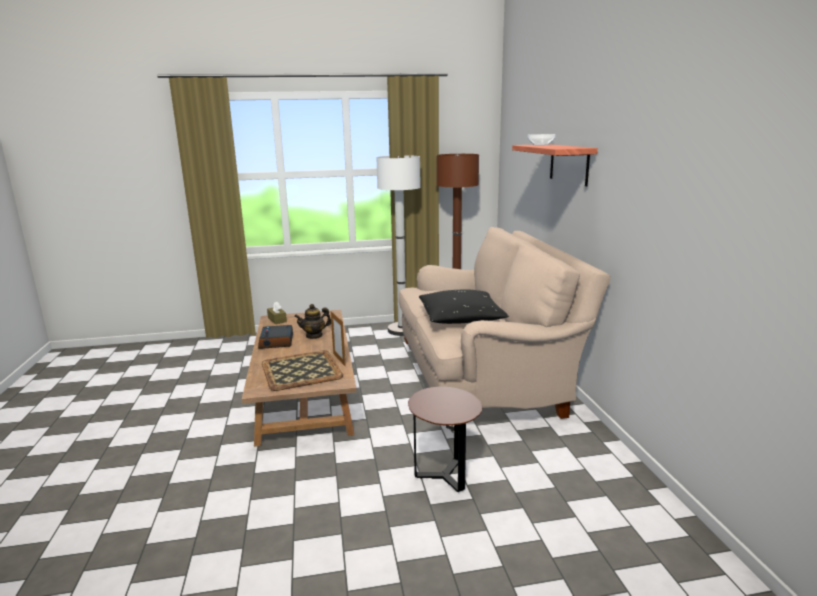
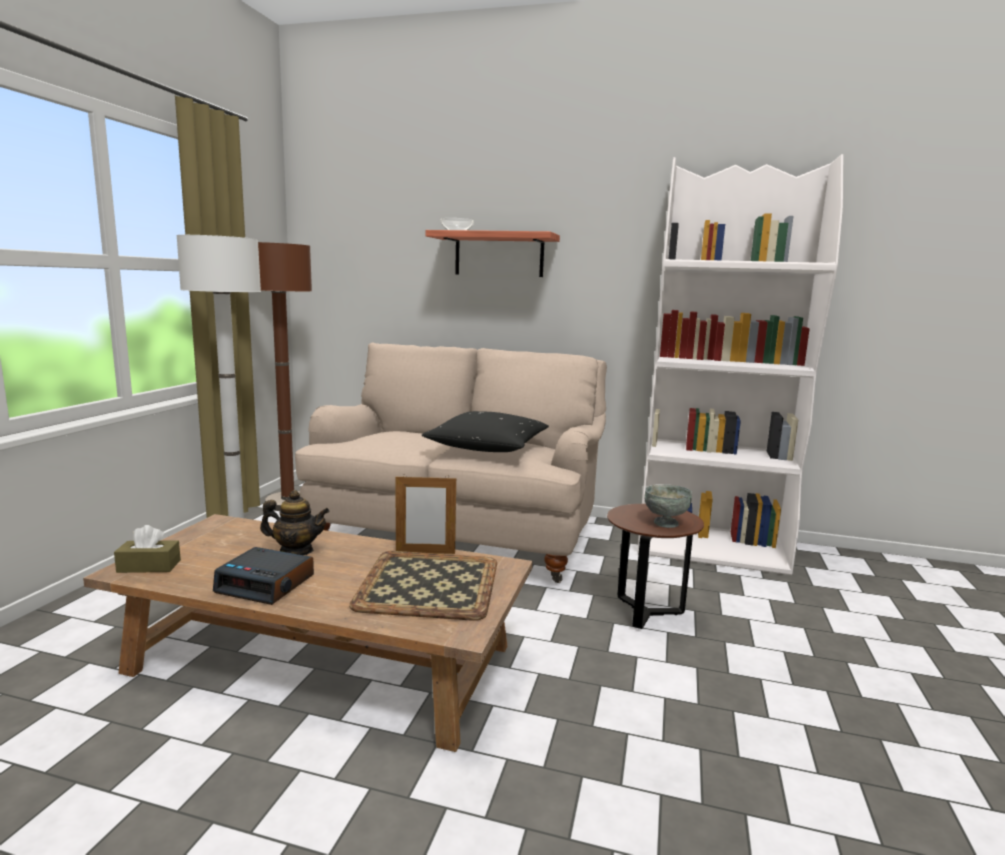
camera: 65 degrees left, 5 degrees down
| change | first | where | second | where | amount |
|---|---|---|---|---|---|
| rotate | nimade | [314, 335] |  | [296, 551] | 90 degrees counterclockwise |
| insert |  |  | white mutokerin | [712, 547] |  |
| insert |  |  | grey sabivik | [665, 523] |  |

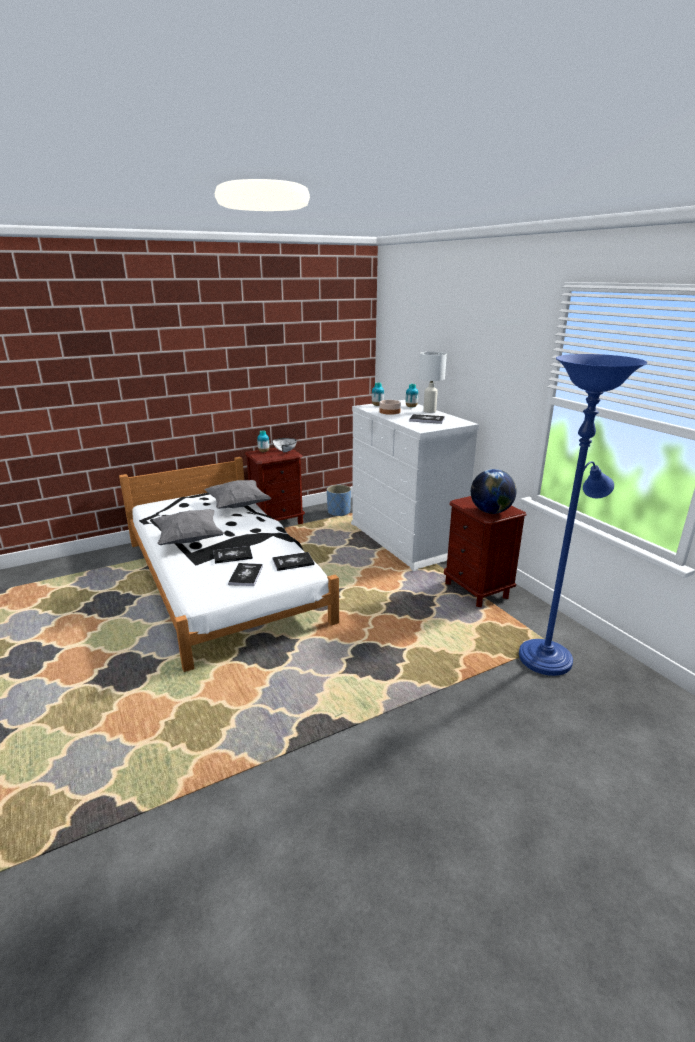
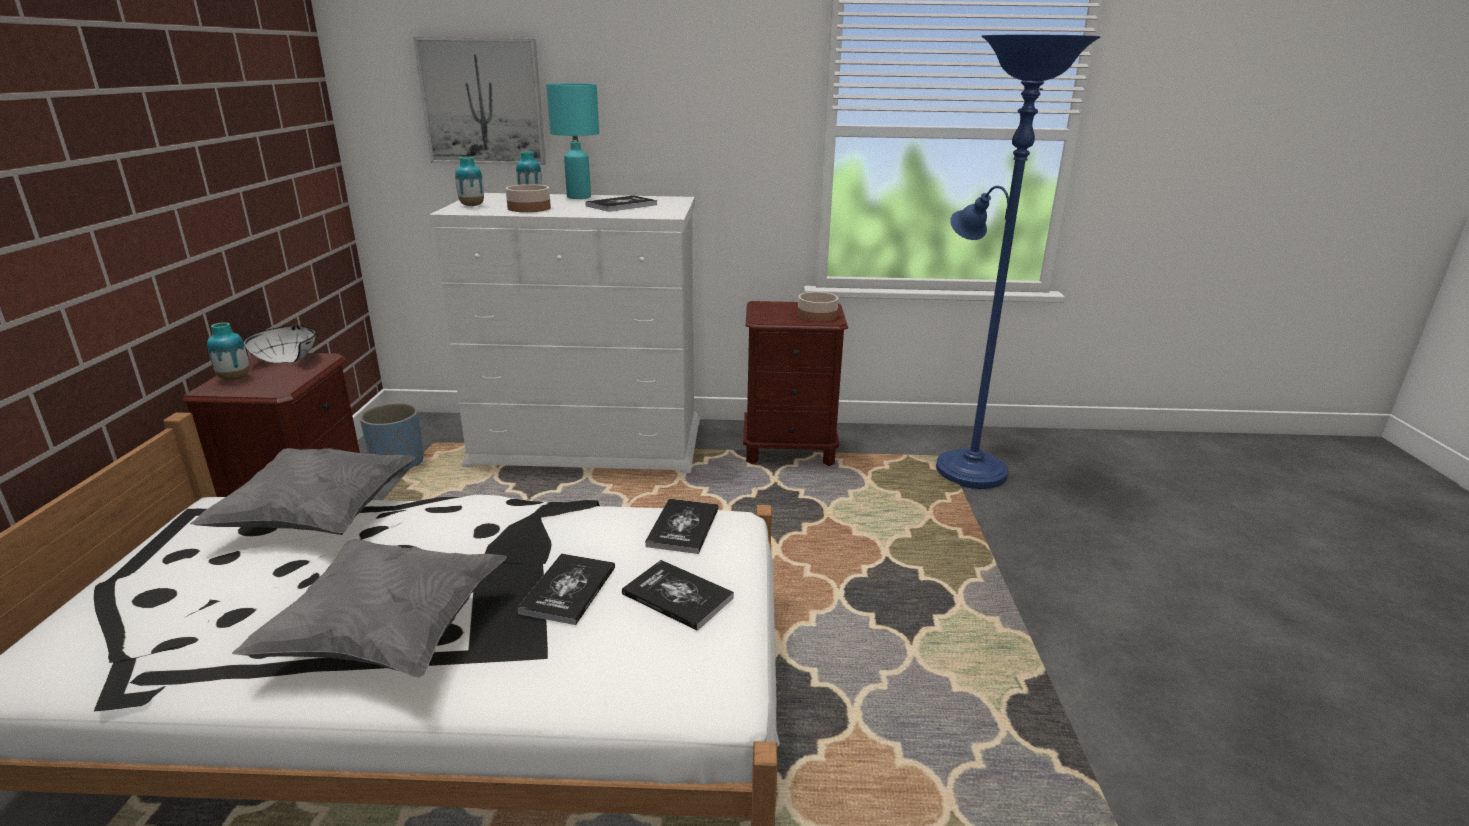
camera: 60 degrees left, 0 degrees up
| change | first | where | second | where | amount |
|---|---|---|---|---|---|
| recolor | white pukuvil | [429, 411] | turquoise pukuvil | [578, 197] |  |
| replace | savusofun | [490, 512] | sabivik | [817, 315] |  |
| insert |  |  | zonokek | [483, 102] |  |

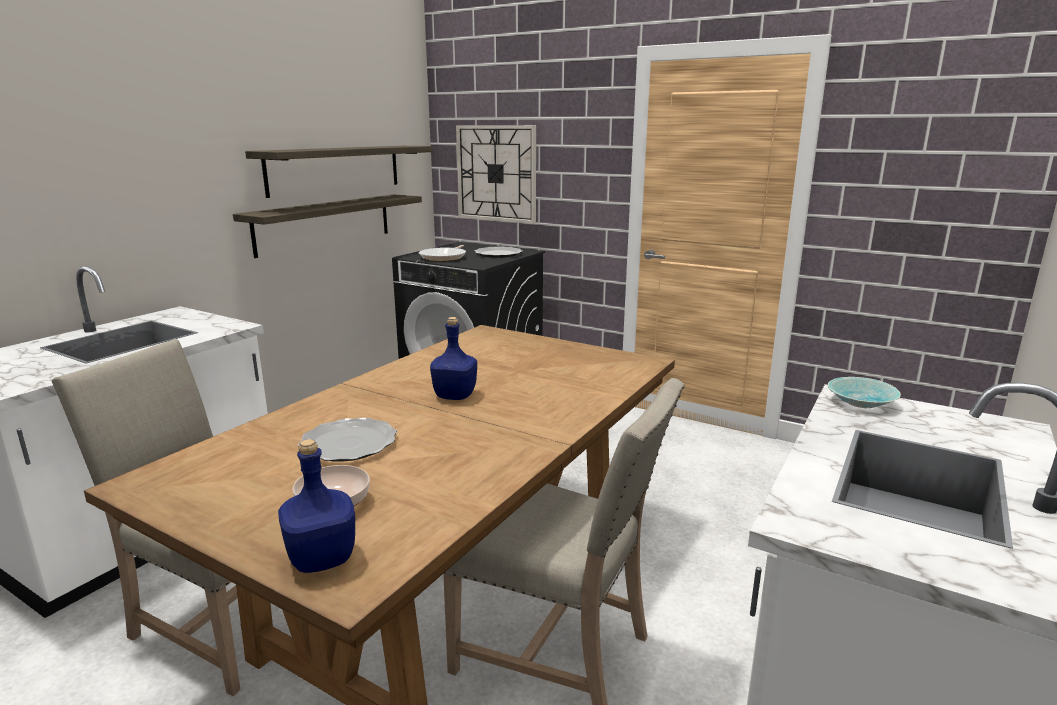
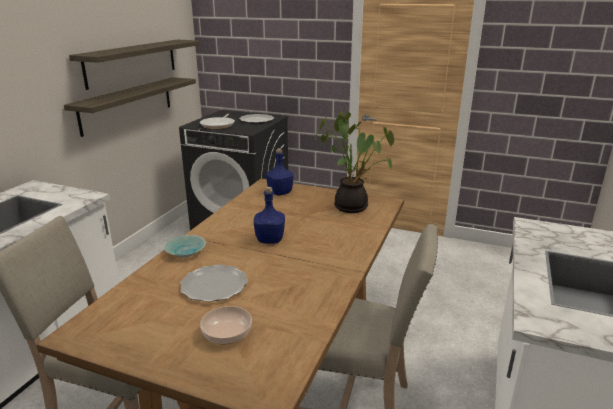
camera: 10 degrees left, 5 degrees up
| change | first | where | second | where | amount |
|---|---|---|---|---|---|
| delete | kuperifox | [496, 173] |  |  |  |
| move | turquoise sabivik | [862, 403] |  | [186, 253] |  |
| move | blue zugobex | [321, 558] |  | [279, 192] |  |
| insert |  |  | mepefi | [352, 206] |  |

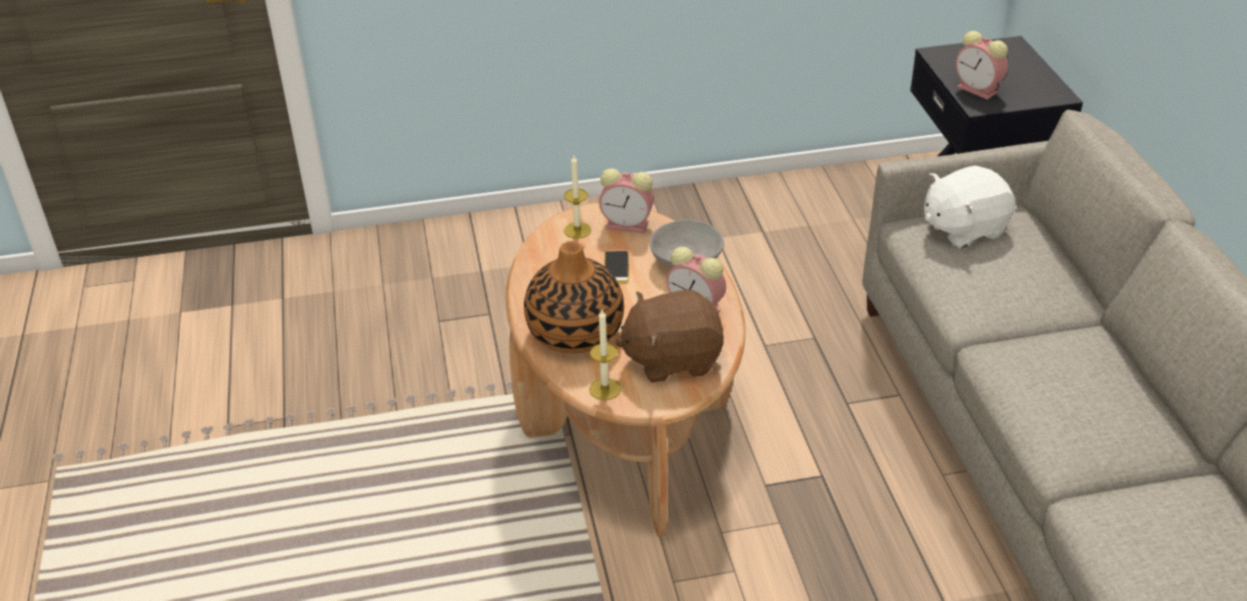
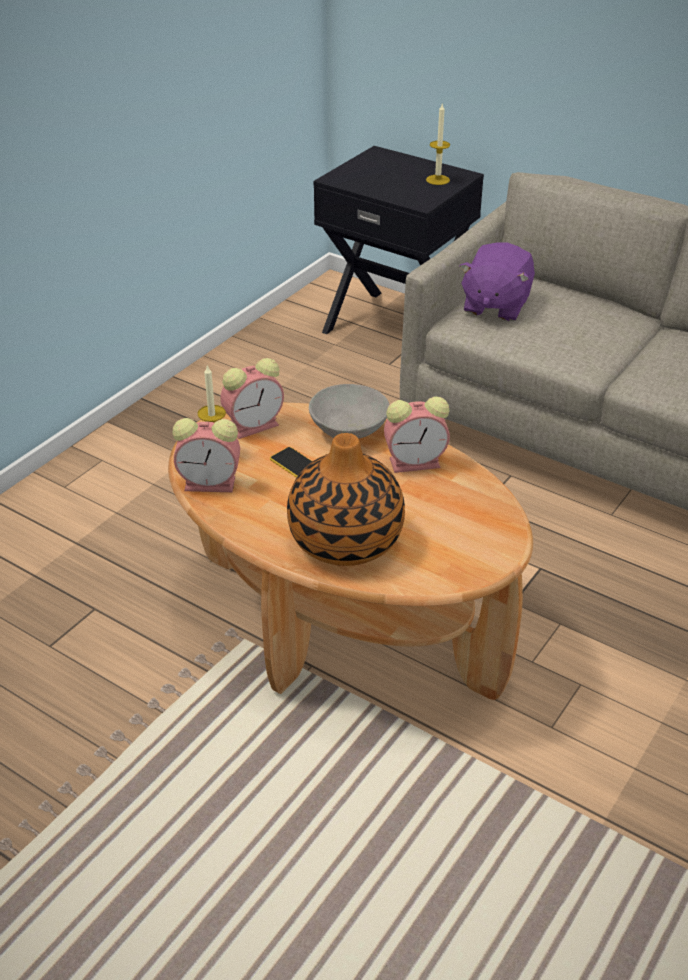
camera: 45 degrees left, 0 degrees up
| change | first | where | second | where | amount |
|---|---|---|---|---|---|
| move | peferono | [979, 90] |  | [212, 483] |  |
| recolor | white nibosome | [963, 229] | purple nibosome | [495, 306] |  |
| delete | brown nibosome | [672, 359] |  |  |  |
| move | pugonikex | [605, 389] |  | [437, 180] |  |

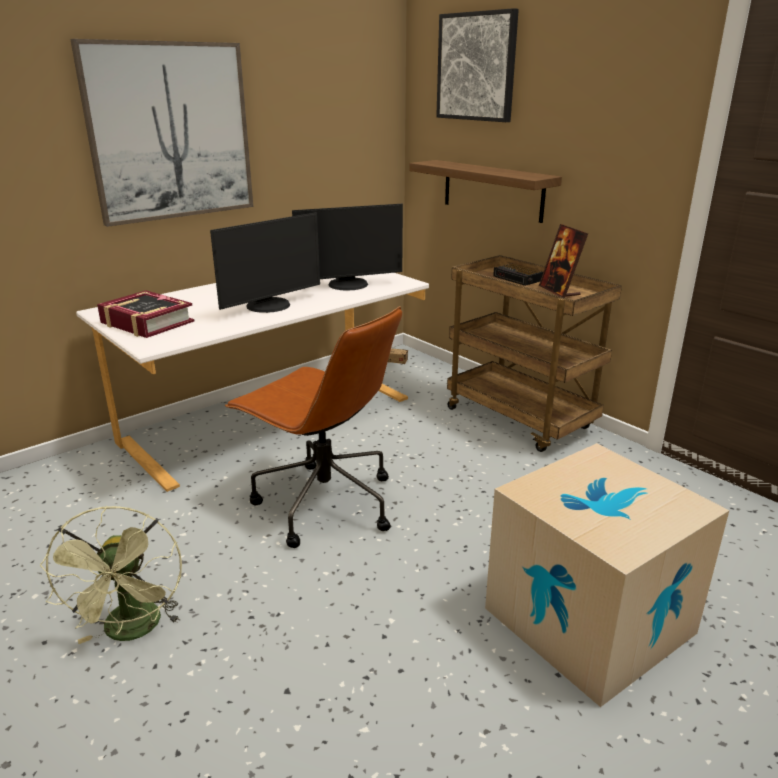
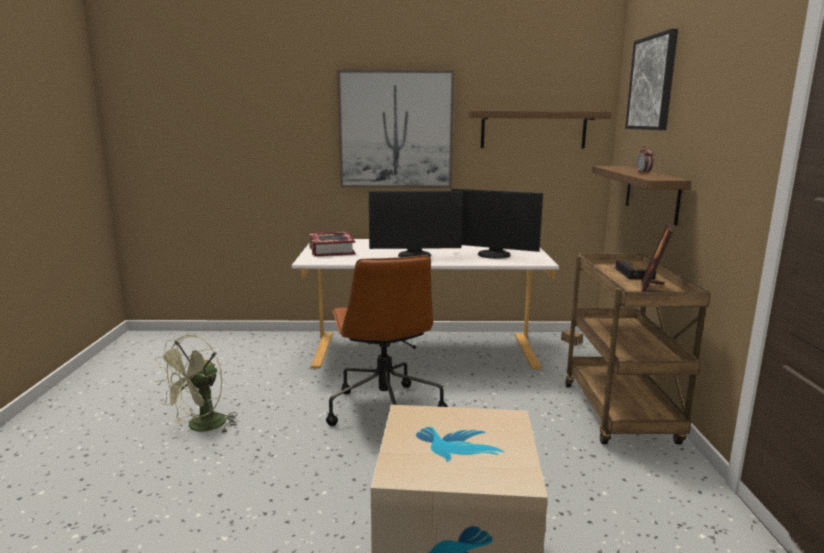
camera: 40 degrees right, 10 degrees down
| change | first | where | second | where | amount |
|---|---|---|---|---|---|
| insert |  |  | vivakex | [533, 129] |  |
| insert |  |  | peferono | [643, 173] |  |

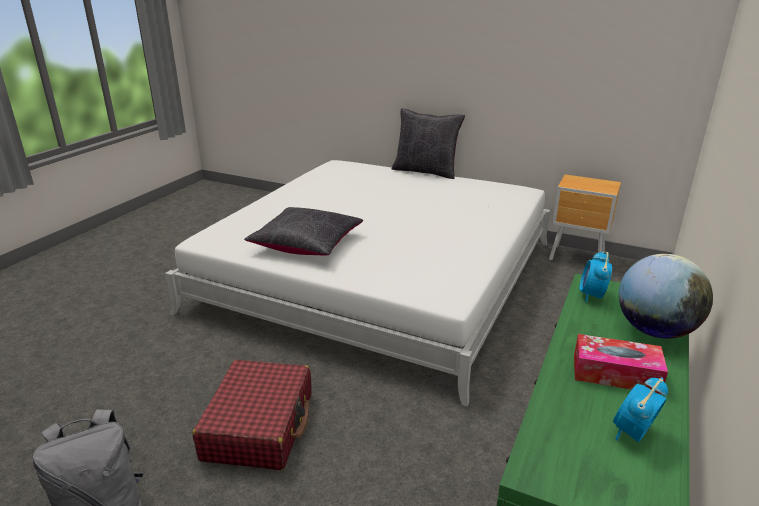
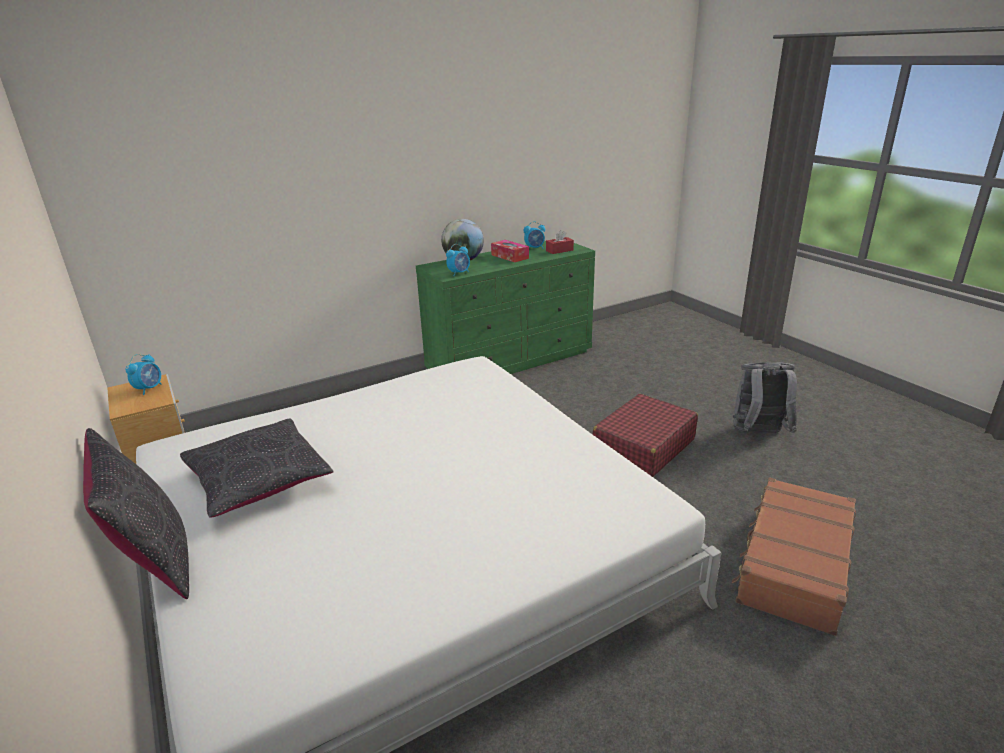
camera: 145 degrees left, 0 degrees up
| change | first | where | second | where | amount |
|---|---|---|---|---|---|
| move | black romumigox | [306, 244] |  | [259, 481] |  |
| insert |  |  | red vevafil | [559, 250] |  |
| insert |  |  | peferono | [149, 388] |  |
| insert |  |  | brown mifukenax | [793, 564] |  |

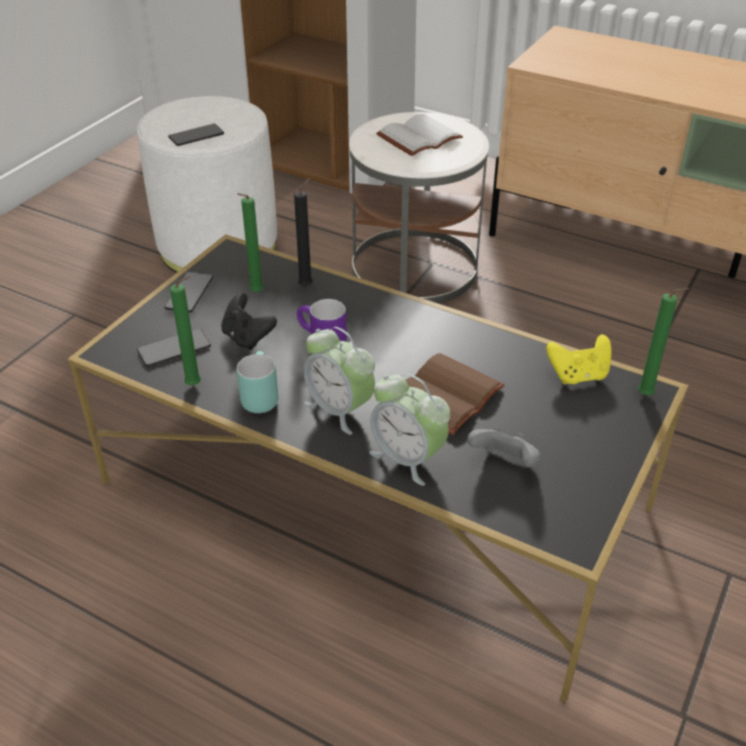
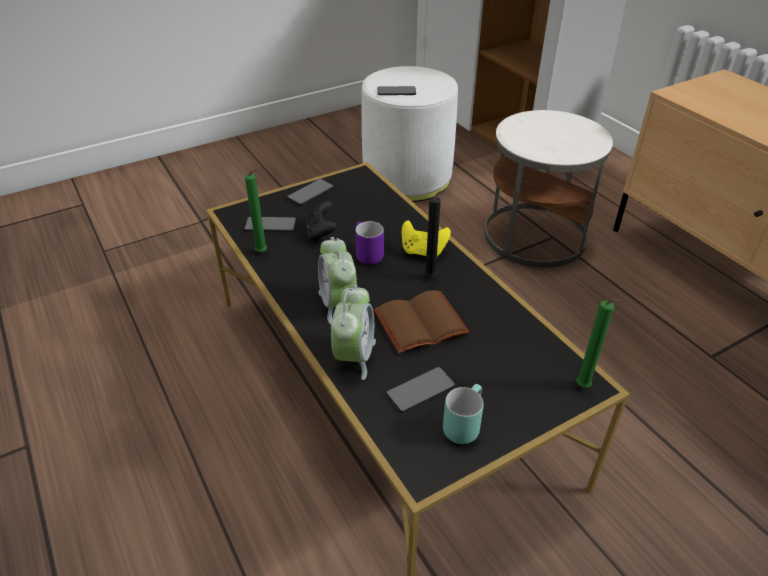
camera: 30 degrees right, 0 degrees up
| change | first | where | second | where | amount |
|---|---|---|---|---|---|
| delete | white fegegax | [419, 137] |  |  |  |
| move | black pugonikex | [307, 285] |  | [432, 277] |  |
| delete | green pugonikex | [255, 293] |  |  |  |
| move | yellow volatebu | [578, 375] |  | [423, 252] |  |
| move | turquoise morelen | [258, 396] |  | [462, 423] |  |
| rotate | peferono | [408, 458] |  | [354, 356] | 150 degrees counterclockwise |
| replace | grey volatebu | [504, 463] | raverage | [420, 390] |  |

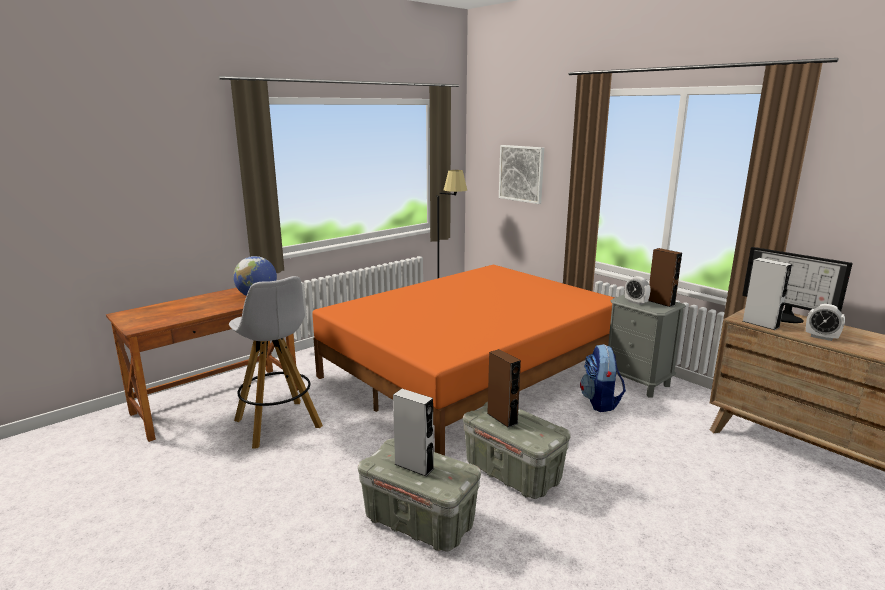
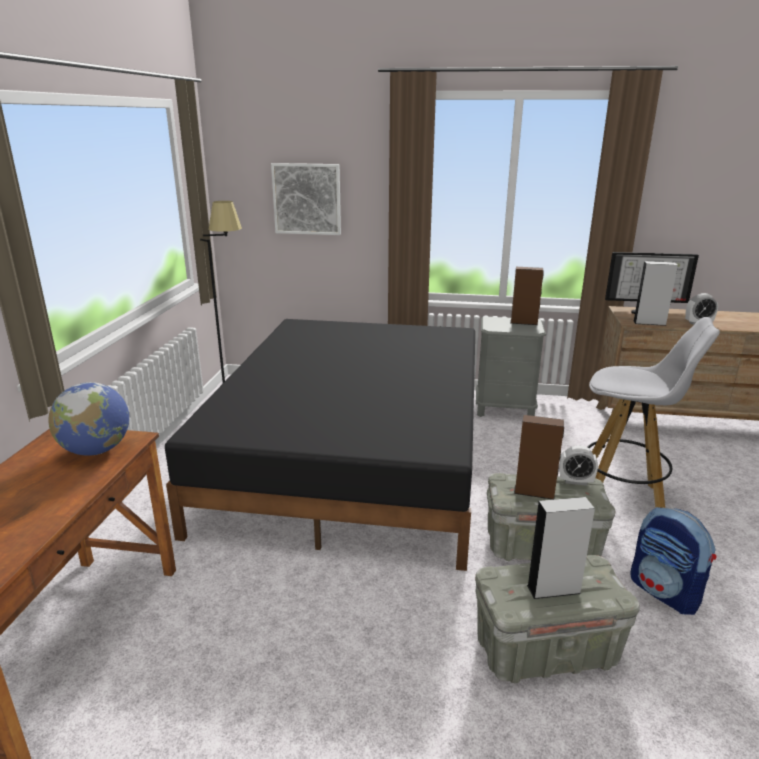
camera: 40 degrees left, 5 degrees up
| change | first | where | second | where | amount |
|---|---|---|---|---|---|
| recolor | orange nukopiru | [472, 371] | black nukopiru | [354, 455] |  |
| move | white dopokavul | [279, 425] |  | [622, 502] |  |
| move | peferono | [636, 302] |  | [575, 481] |  |
| move | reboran | [600, 402] |  | [665, 592] |  |

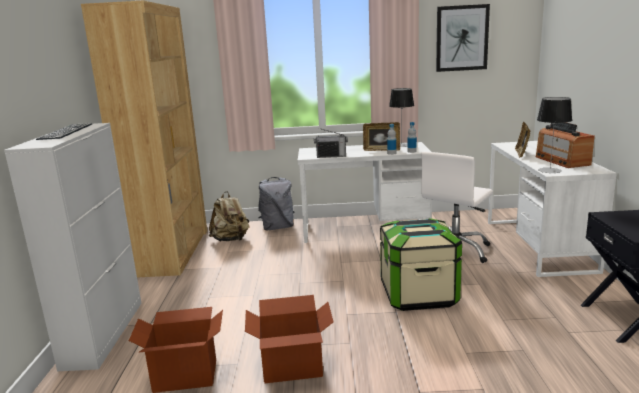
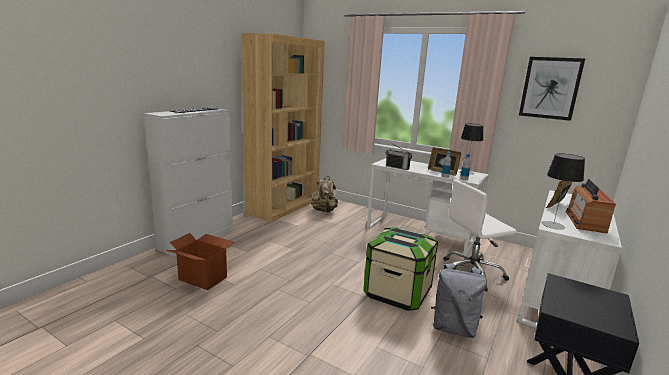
camera: 30 degrees right, 0 degrees up
| change | first | where | second | where | amount |
|---|---|---|---|---|---|
| move | grey reboran | [277, 227] |  | [453, 328] |  |
| delete | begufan | [292, 367] |  |  |  |

